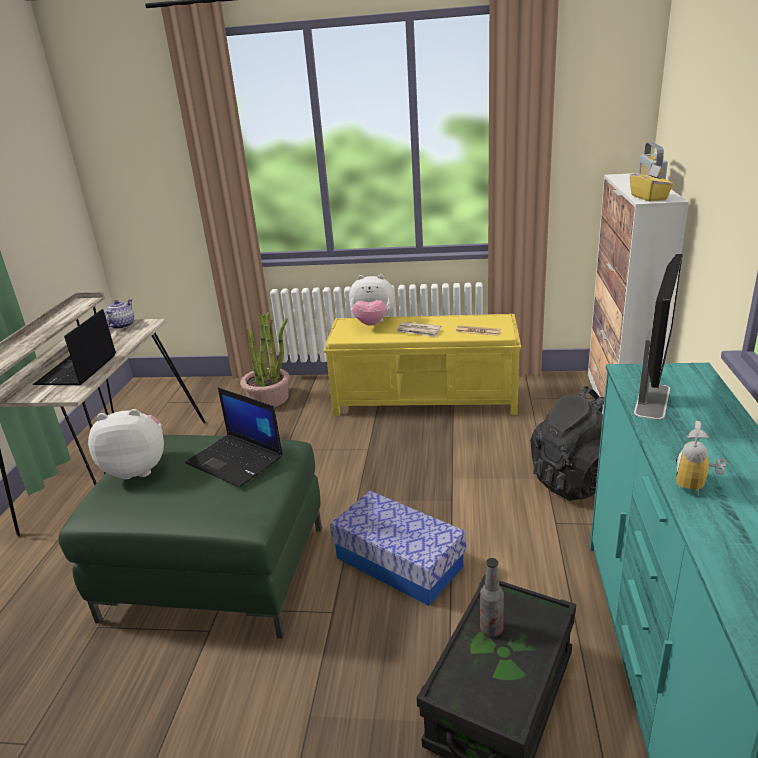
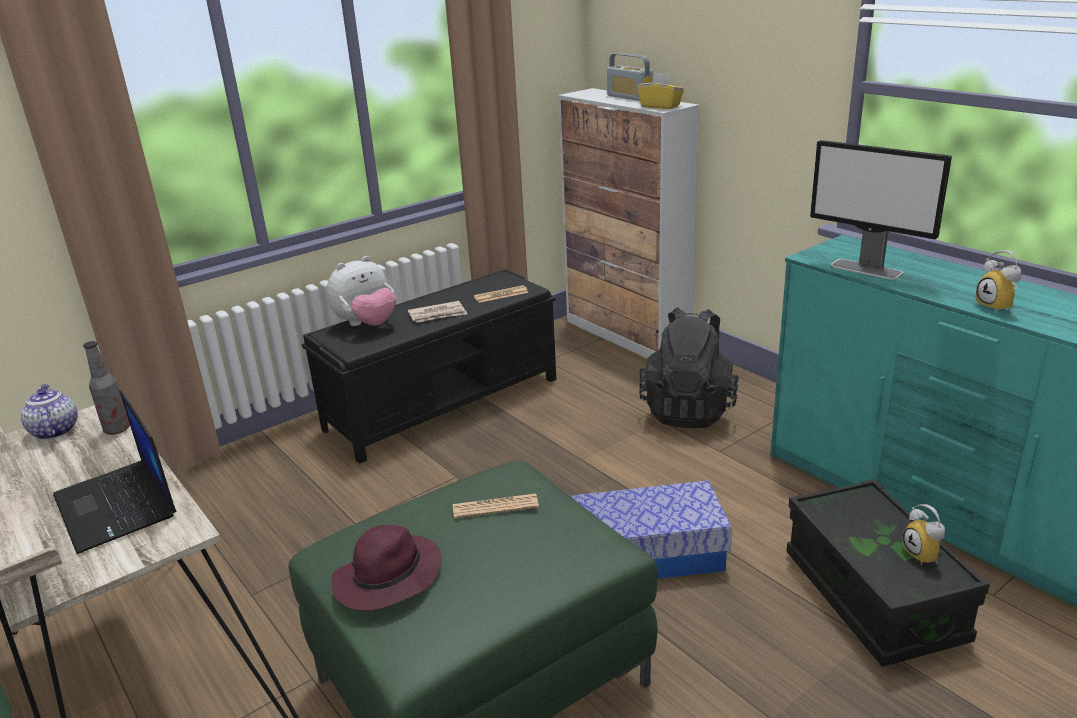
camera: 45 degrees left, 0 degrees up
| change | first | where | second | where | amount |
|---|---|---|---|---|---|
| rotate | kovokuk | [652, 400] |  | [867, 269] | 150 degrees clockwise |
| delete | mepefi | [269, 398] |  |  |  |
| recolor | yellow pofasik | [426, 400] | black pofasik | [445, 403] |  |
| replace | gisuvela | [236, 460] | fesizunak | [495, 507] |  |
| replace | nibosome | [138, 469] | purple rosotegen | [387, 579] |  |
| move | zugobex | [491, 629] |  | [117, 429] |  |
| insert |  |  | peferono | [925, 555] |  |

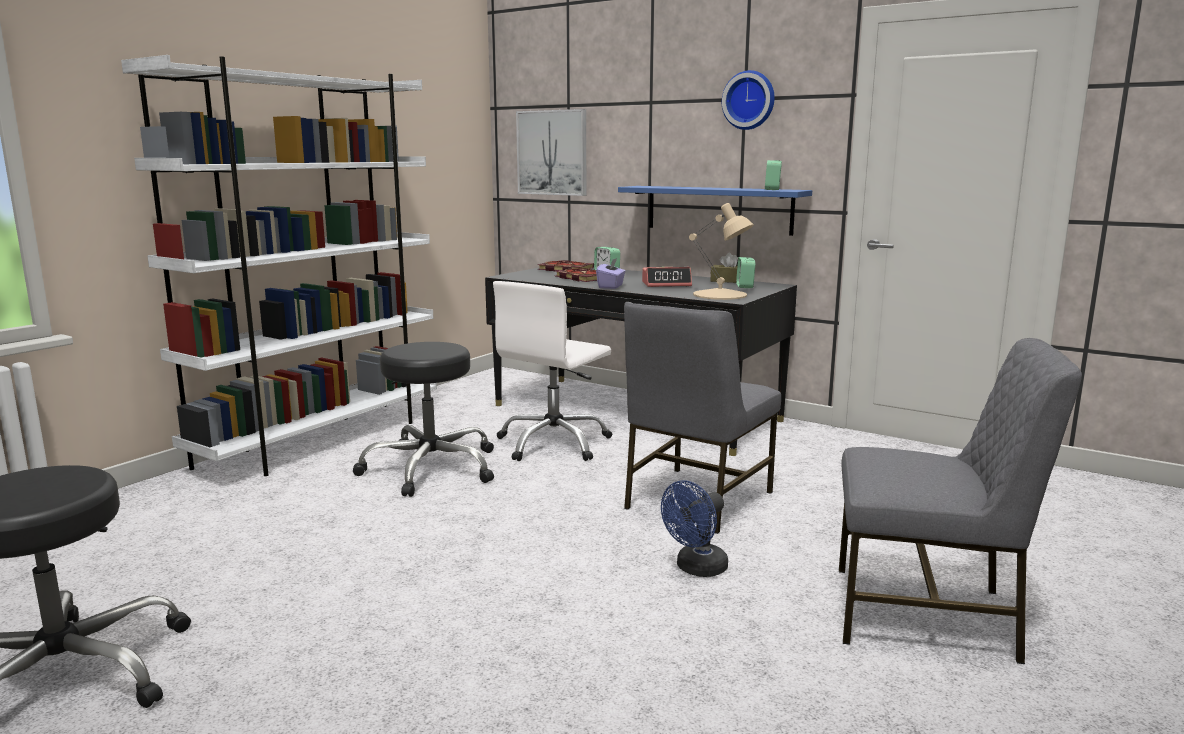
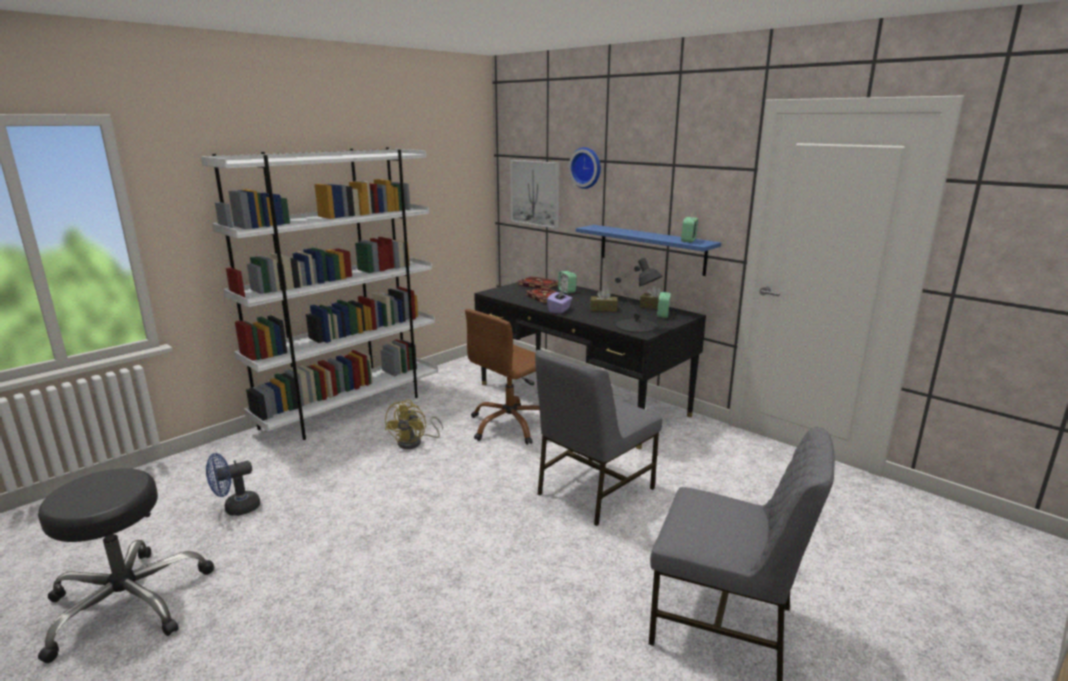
camera: 10 degrees right, 5 degrees up
| change | first | where | second | where | amount |
|---|---|---|---|---|---|
| move | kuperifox | [749, 100] |  | [587, 167] |  |
| recolor | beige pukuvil | [720, 295] | black pukuvil | [636, 326] |  |
| replace | peferono | [666, 284] | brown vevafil | [603, 309] |  |
| recolor | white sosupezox | [554, 443] | brown sosupezox | [510, 425] |  |
| replace | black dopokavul | [430, 468] | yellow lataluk | [415, 442] |  |
| move | blue lataluk | [696, 569] |  | [236, 509] |  |

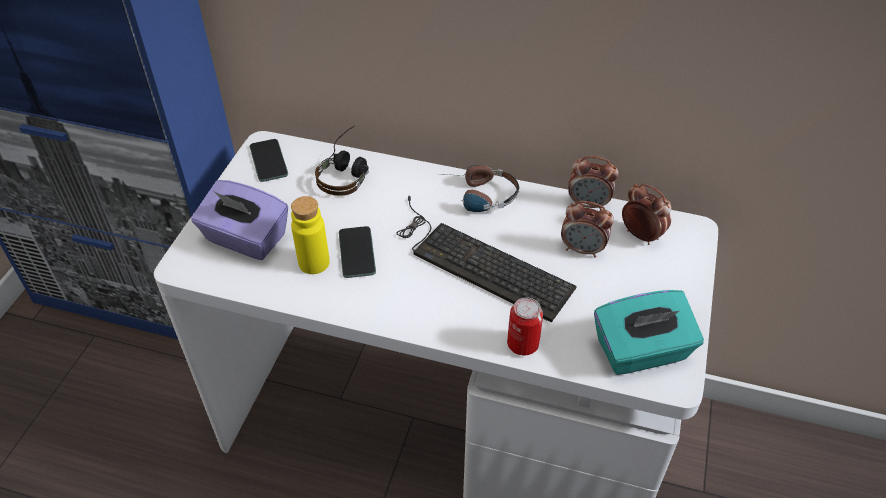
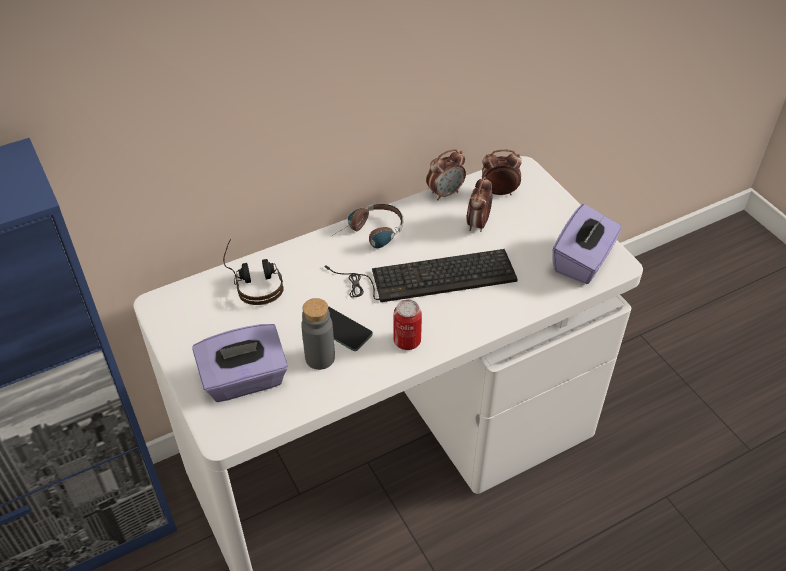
camera: 45 degrees left, 0 degrees up
| change | first | where | second | where | amount |
|---|---|---|---|---|---|
| delete | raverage | [268, 161] |  |  |  |
| recolor | yellow zugobex | [314, 263] | grey zugobex | [320, 358] |  |
| rotate | peferono | [583, 249] |  | [478, 224] | 135 degrees clockwise |
| recolor | turquoise vevafil | [641, 351] | purple vevafil | [583, 261] |  |
| move | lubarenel | [522, 344] |  | [407, 341] |  |

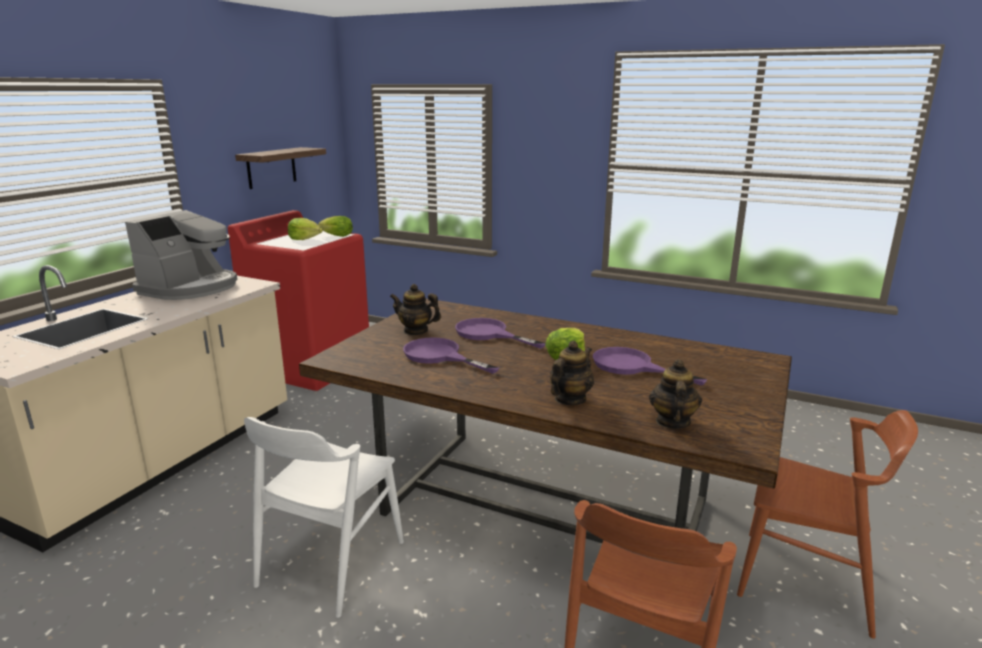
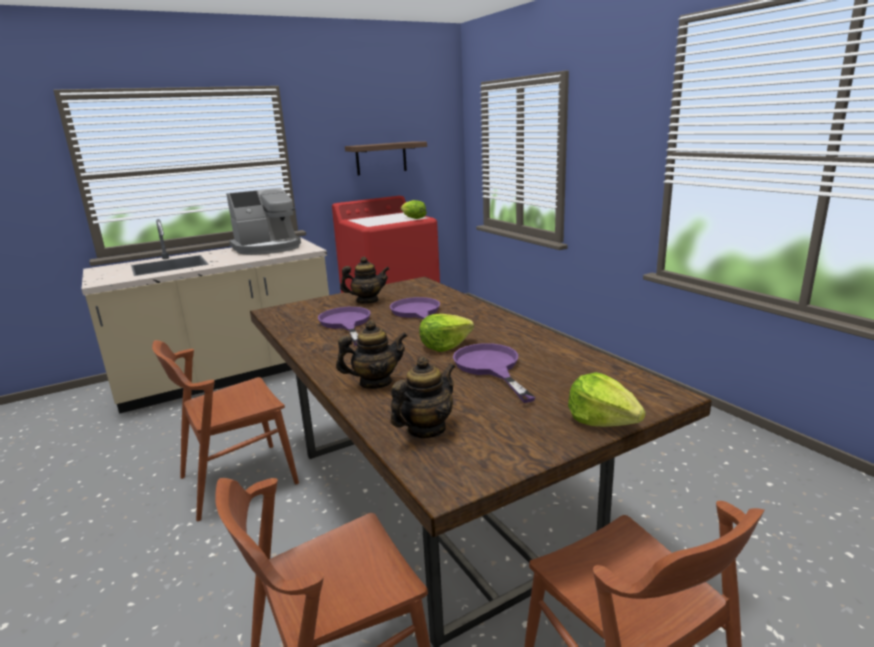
camera: 35 degrees right, 0 degrees up
| change | first | where | second | where | amount |
|---|---|---|---|---|---|
| move | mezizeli | [304, 239] |  | [602, 420] |  |
| rotate | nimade | [415, 331] |  | [367, 301] | 120 degrees clockwise |
| recolor | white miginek | [331, 563] | brown miginek | [238, 480] |  |

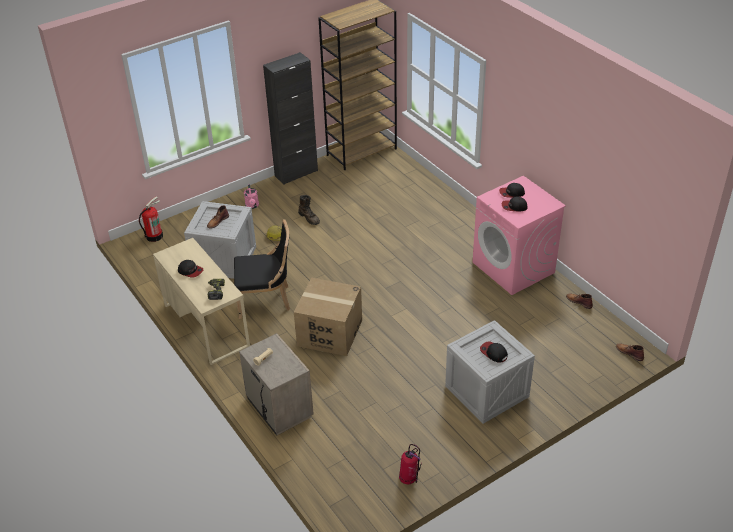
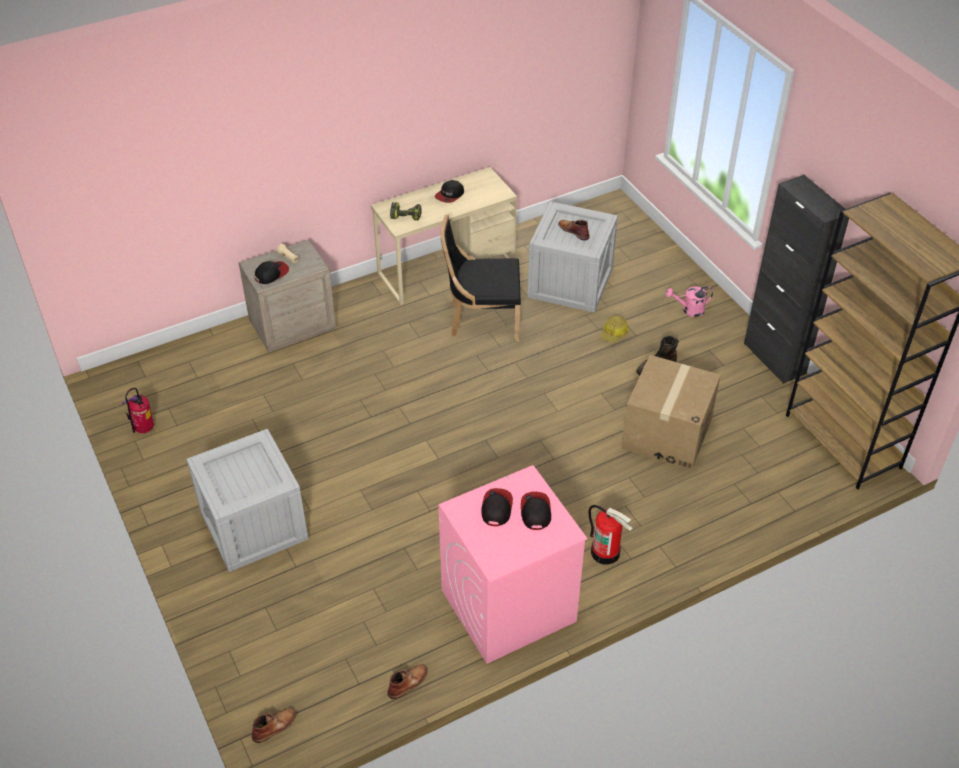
camera: 95 degrees right, 5 degrees up
| change | first | where | second | where | amount |
|---|---|---|---|---|---|
| move | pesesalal | [154, 236] |  | [606, 552] |  |
| rotate | black miginek | [266, 300] |  | [481, 320] | 90 degrees clockwise |
| move | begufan | [329, 333] |  | [666, 433] |  |
| move | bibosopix | [493, 353] |  | [271, 274] |  |

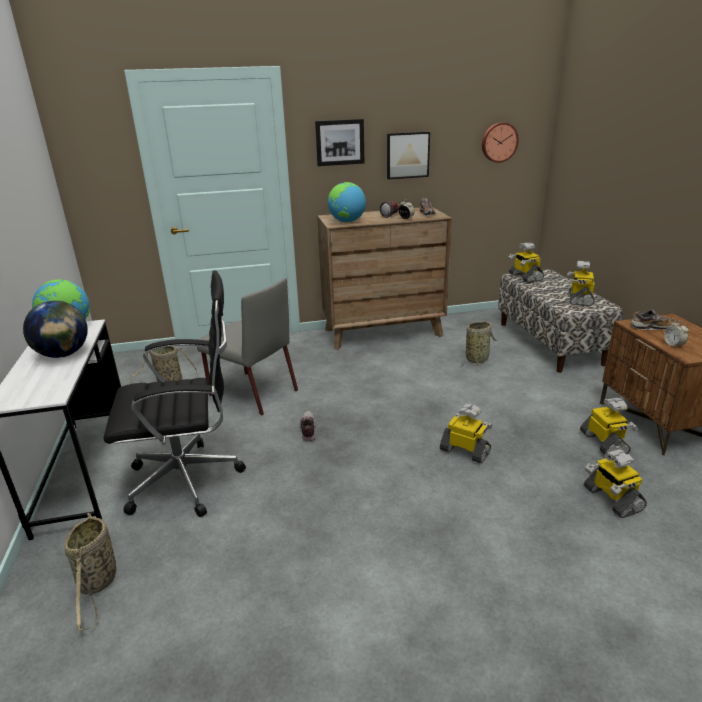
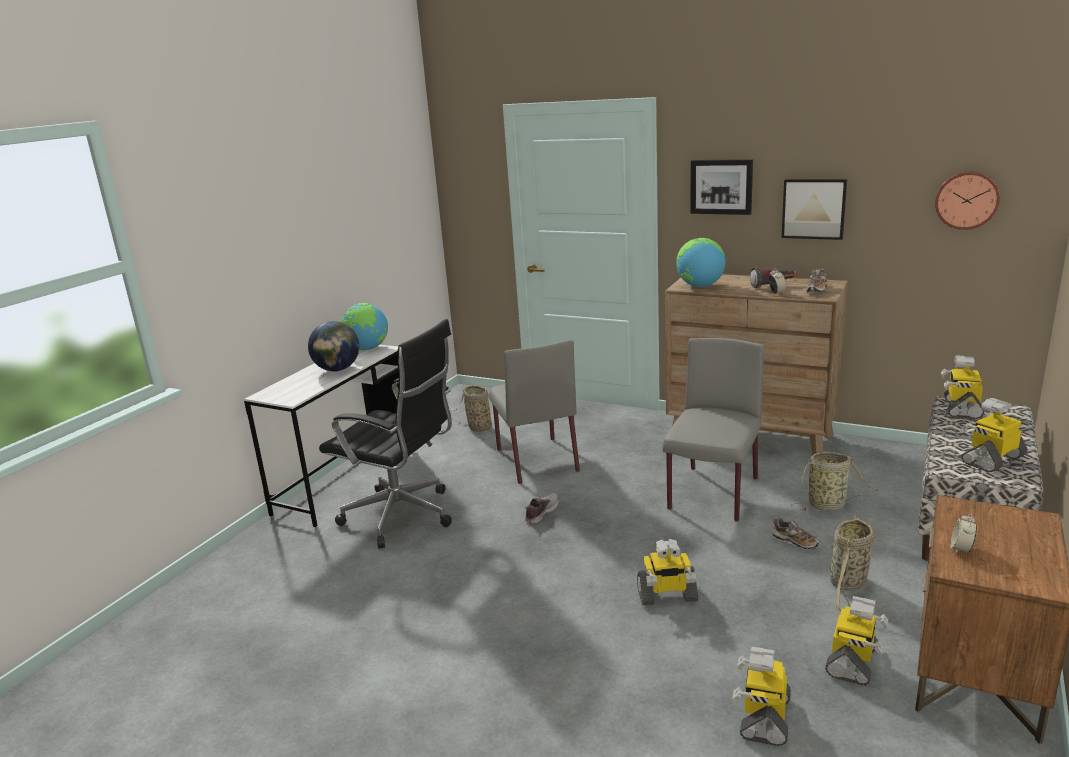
camera: 40 degrees right, 5 degrees down
| change | first | where | second | where | amount |
|---|---|---|---|---|---|
| move | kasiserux | [651, 327] |  | [795, 542] |  |
| rotate | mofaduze | [465, 451] |  | [666, 595] | 105 degrees clockwise |
| move | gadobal | [98, 583] |  | [847, 584] |  |
| insert |  |  | grey miginek | [713, 494] |  |

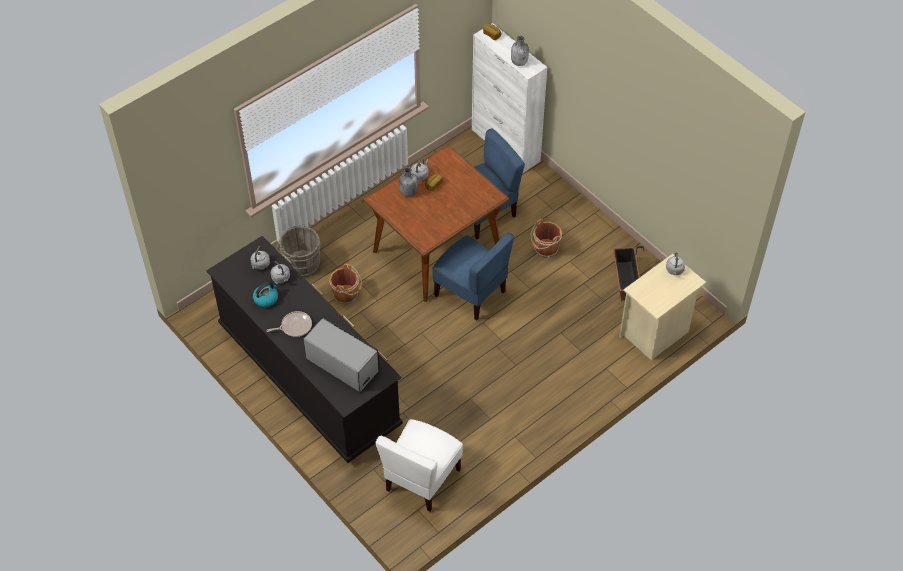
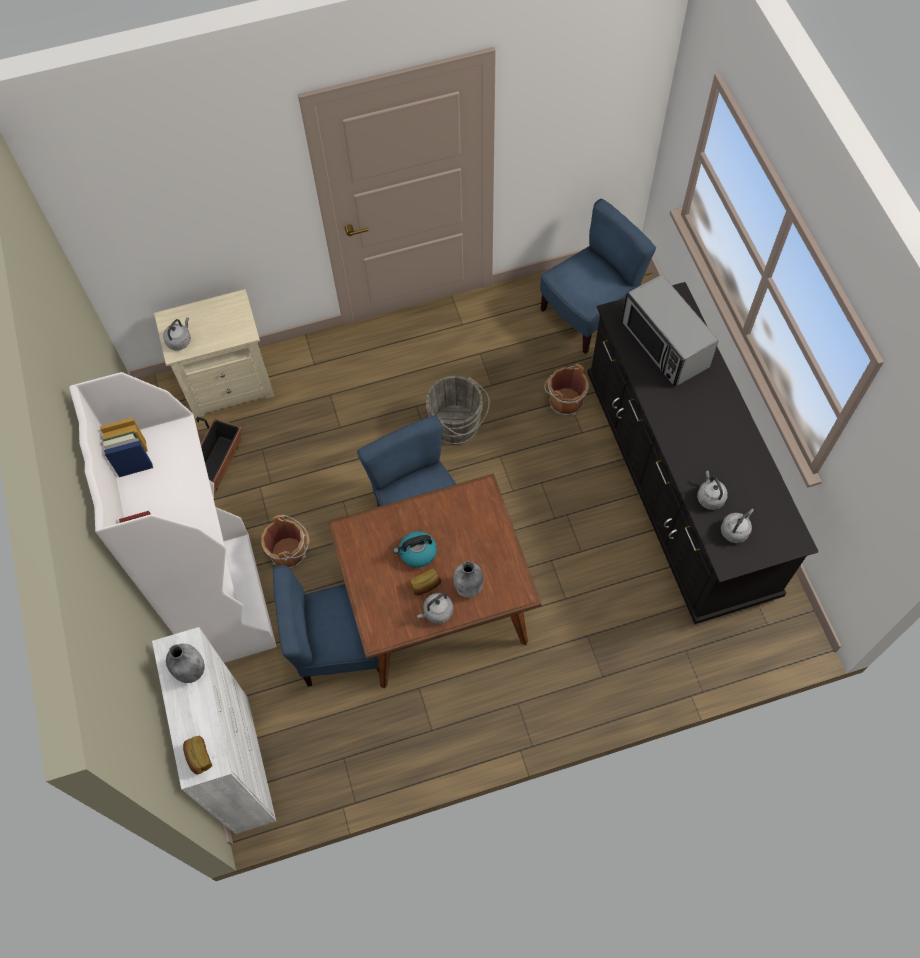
camera: 155 degrees left, 10 degrees up
| change | first | where | second | where | amount |
|---|---|---|---|---|---|
| move | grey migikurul | [300, 263] |  | [457, 427] |  |
| move | brown migikurul | [346, 295] |  | [564, 401] |  |
| move | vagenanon | [266, 298] |  | [417, 553] |  |
| delete | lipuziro | [294, 326] |  |  |  |
| recolor | white miginek | [422, 479] | blue miginek | [588, 314] |  |
| insert |  |  | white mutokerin | [224, 599] |  |

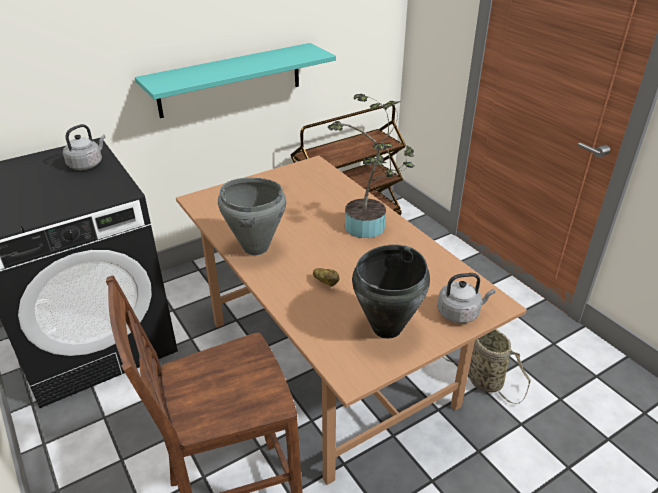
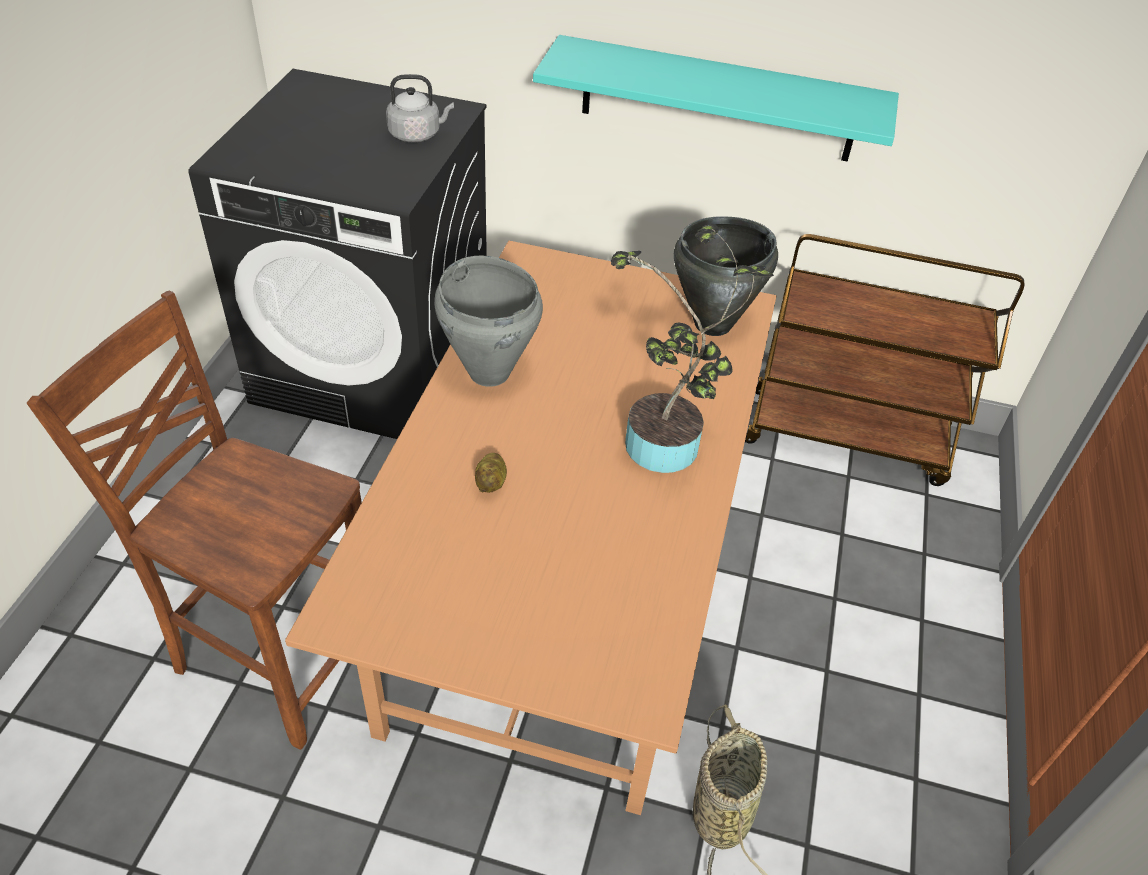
camera: 45 degrees right, 10 degrees up
| change | first | where | second | where | amount |
|---|---|---|---|---|---|
| move | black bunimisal | [387, 328] |  | [713, 324] |  |
| delete | grey vagenanon | [460, 313] |  |  |  |

